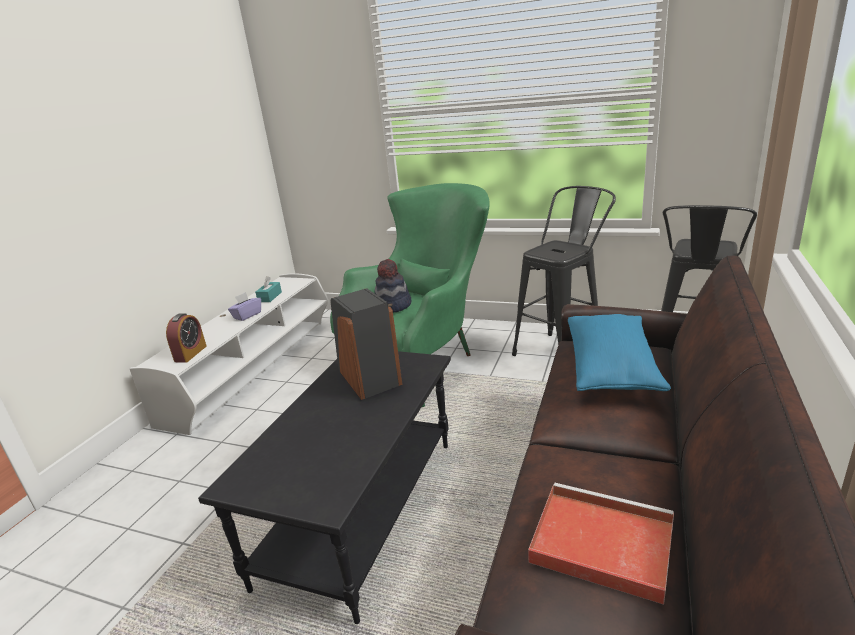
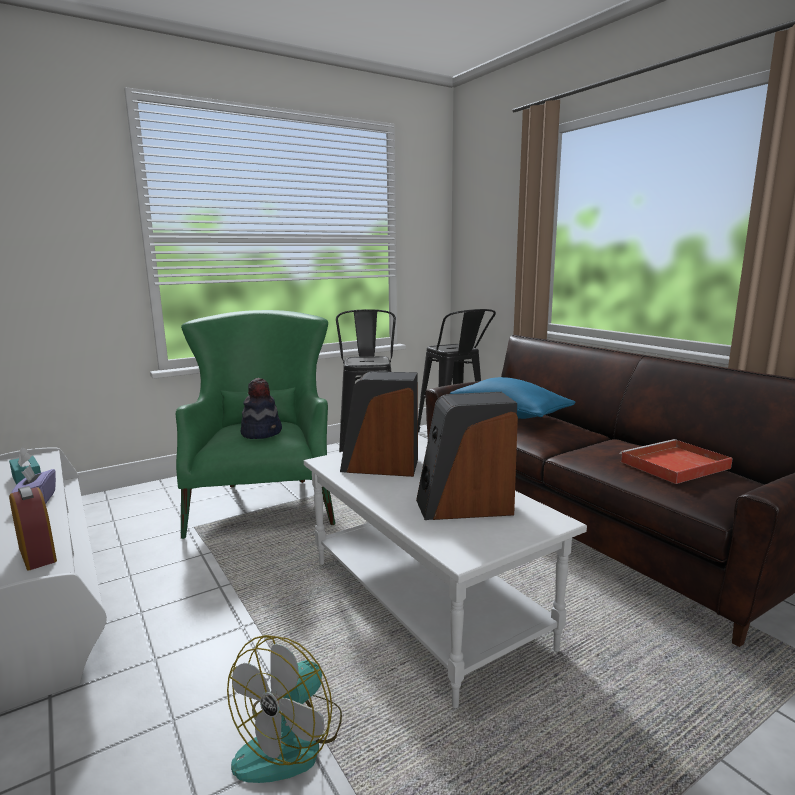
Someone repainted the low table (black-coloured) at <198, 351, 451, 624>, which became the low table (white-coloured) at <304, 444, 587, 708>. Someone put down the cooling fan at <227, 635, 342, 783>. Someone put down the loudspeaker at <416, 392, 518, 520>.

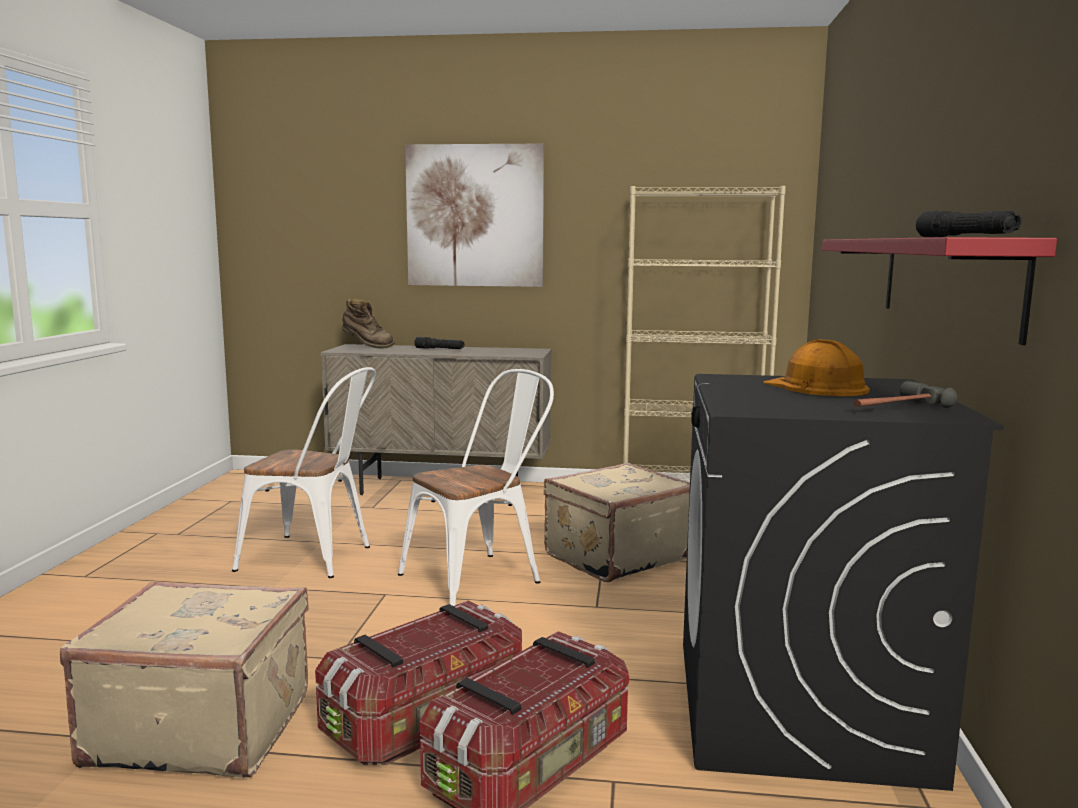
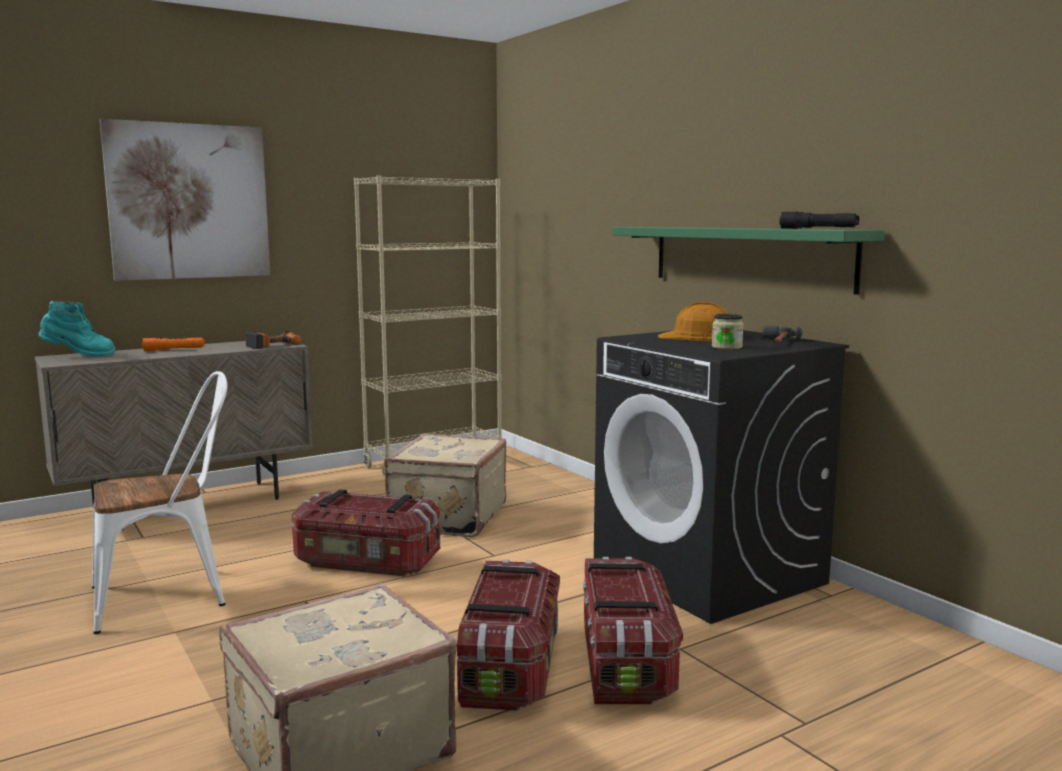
Someone repainted the high-top boot (brown) at <342, 299, 395, 349>, which became the high-top boot (blue-green) at <38, 301, 115, 356>. Someone swapped the upright chair (white-coloured) at <398, 369, 554, 606> for the storage container at <292, 489, 440, 576>. Someone repainted the hand torch (black-coloured) at <414, 337, 464, 349>, which became the hand torch (orange) at <142, 338, 205, 351>. Someone repainted the bracket shelf (red-coloured) at <822, 237, 1057, 345>, which became the bracket shelf (greenish) at <612, 227, 885, 295>. Someone put down the power drill at <246, 331, 302, 349>. Someone put down the storage jar at <712, 314, 744, 349>.

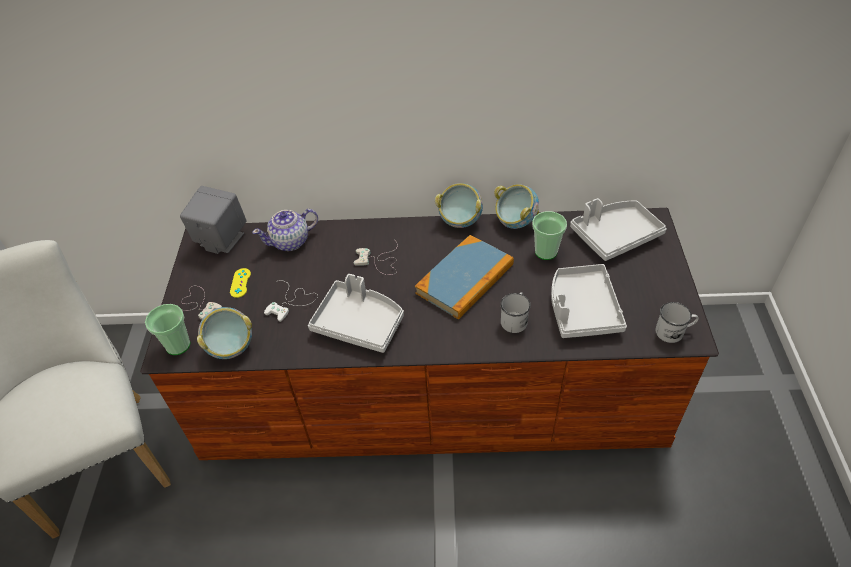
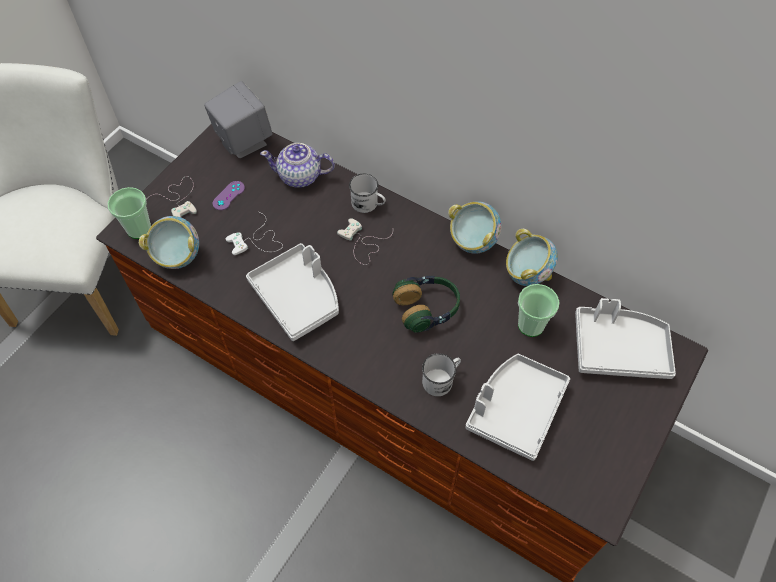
Someone repainted the gamepad (yellow-coloured) at <230, 268, 251, 298>, which became the gamepad (purplish) at <212, 181, 245, 210>. Someone swapped the book at <415, 235, 514, 320> for the headphones at <392, 276, 460, 333>. Someone carried the tea mug (white-coloured) from <655, 302, 699, 343> to <349, 174, 386, 213>.

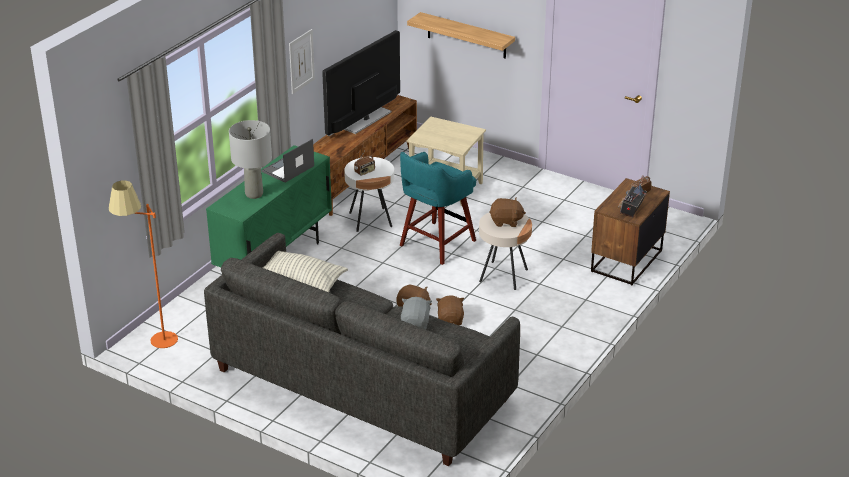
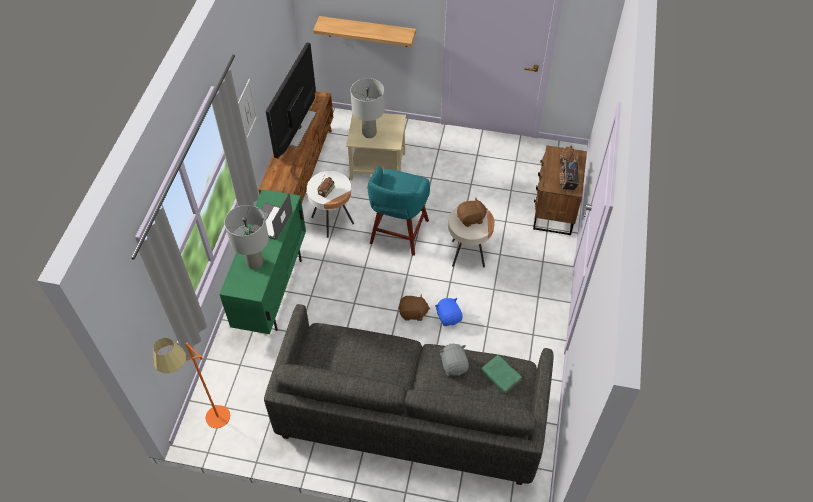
Someone took away the throw pillow at <262, 251, 348, 292>. Someone repainted the cuddly toy (brown) at <436, 295, 464, 325>, which became the cuddly toy (blue) at <435, 298, 463, 326>. Someone put down the lamp for a table (grey) at <350, 78, 385, 138>. Someone put down the book (greenish) at <481, 355, 522, 394>.

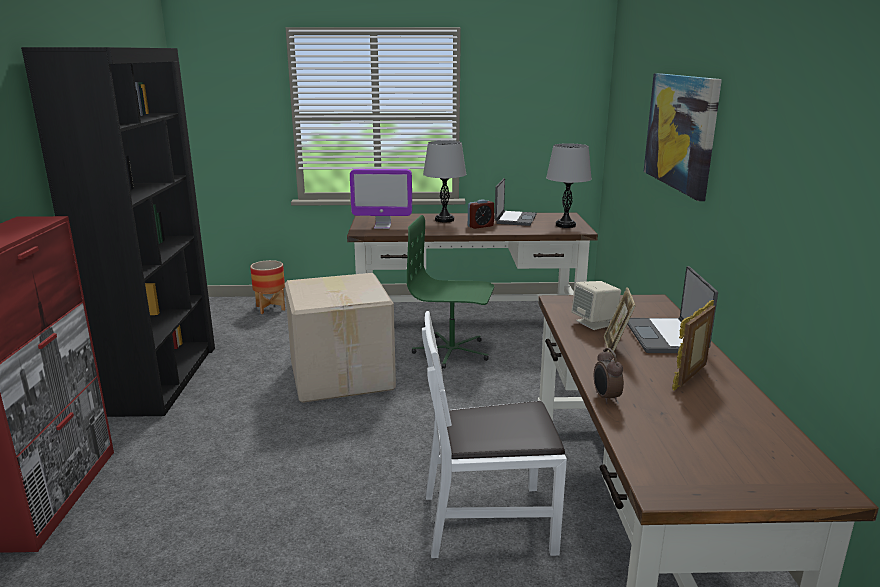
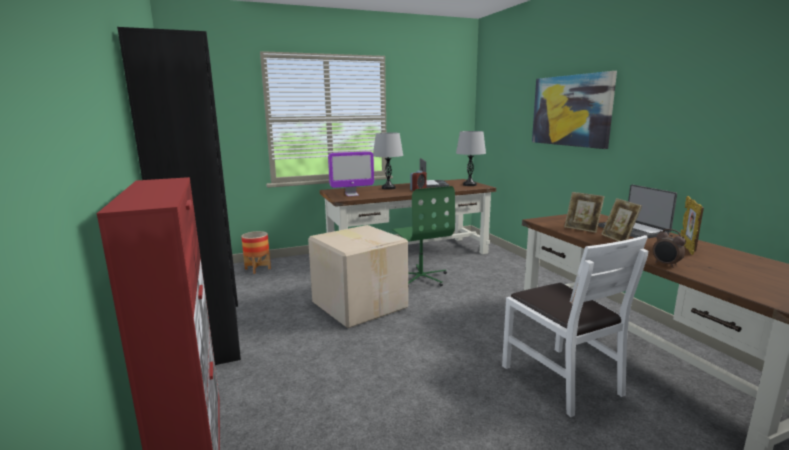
Someone rotated the desk chair (greenish) at <407, 215, 494, 369> by 105 degrees counterclockwise. Someone rotated the upright chair (white-coloured) at <422, 311, 567, 558> by 90 degrees counterclockwise. Someone swapped the loudspeaker (beige-coloured) at <572, 281, 621, 330> for the standing frame at <564, 192, 605, 233>.

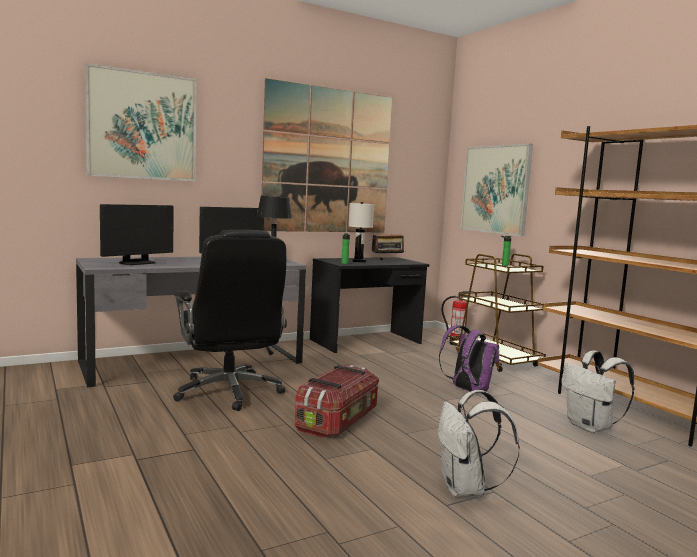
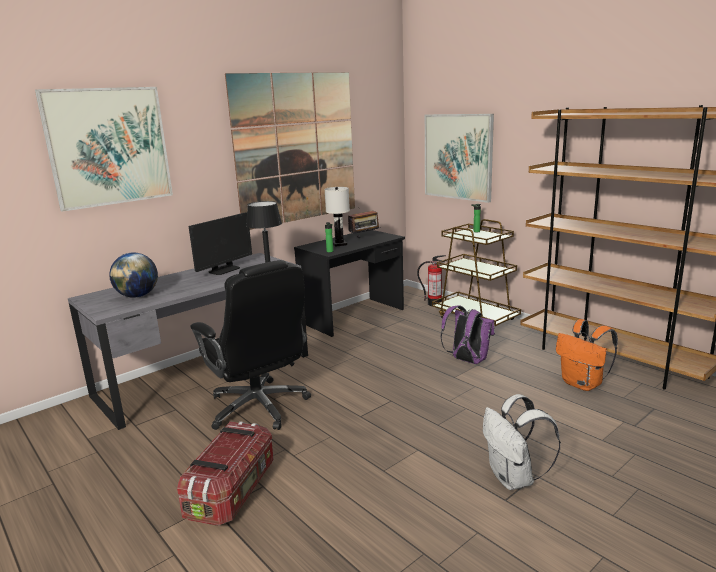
Someone swapped the monitor at <100, 204, 174, 265> for the globe at <109, 252, 158, 298>. Someone carried the storage container from <295, 364, 379, 438> to <177, 422, 274, 526>. Someone repainted the rucksack (white-coloured) at <561, 350, 634, 433>, which became the rucksack (orange) at <556, 319, 618, 391>.

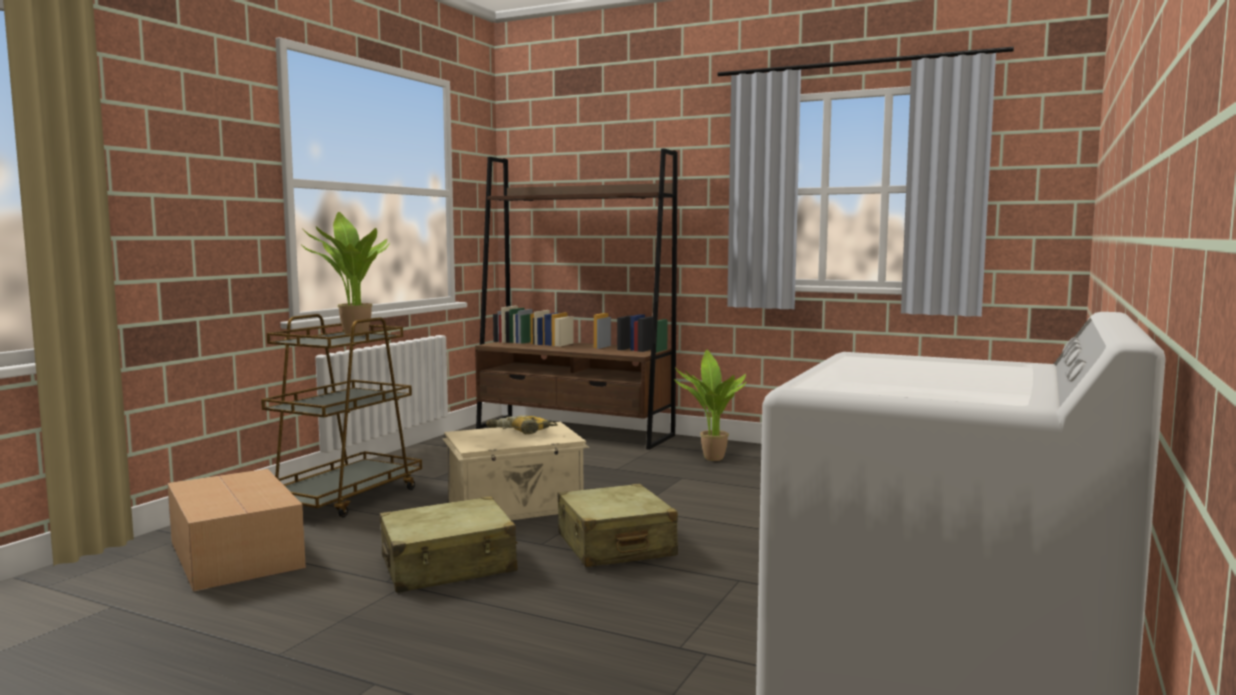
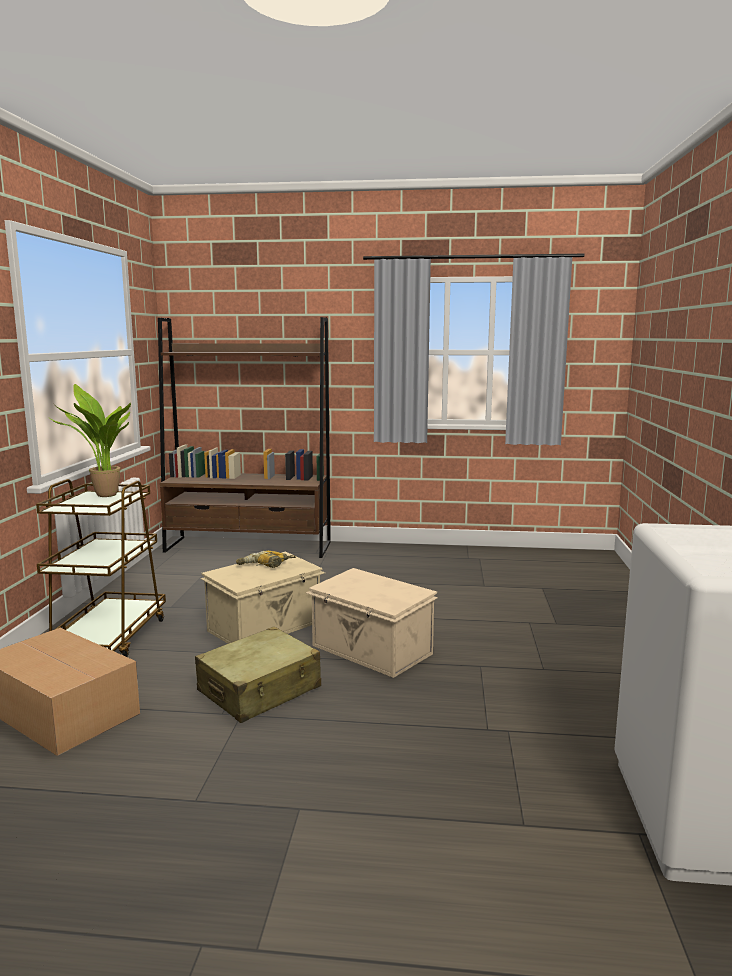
Someone swapped the suitcase (beige-coloured) at <558, 484, 678, 567> for the storage container (beige-coloured) at <306, 568, 438, 678>. Someone took away the houseplant at <674, 350, 747, 461>.

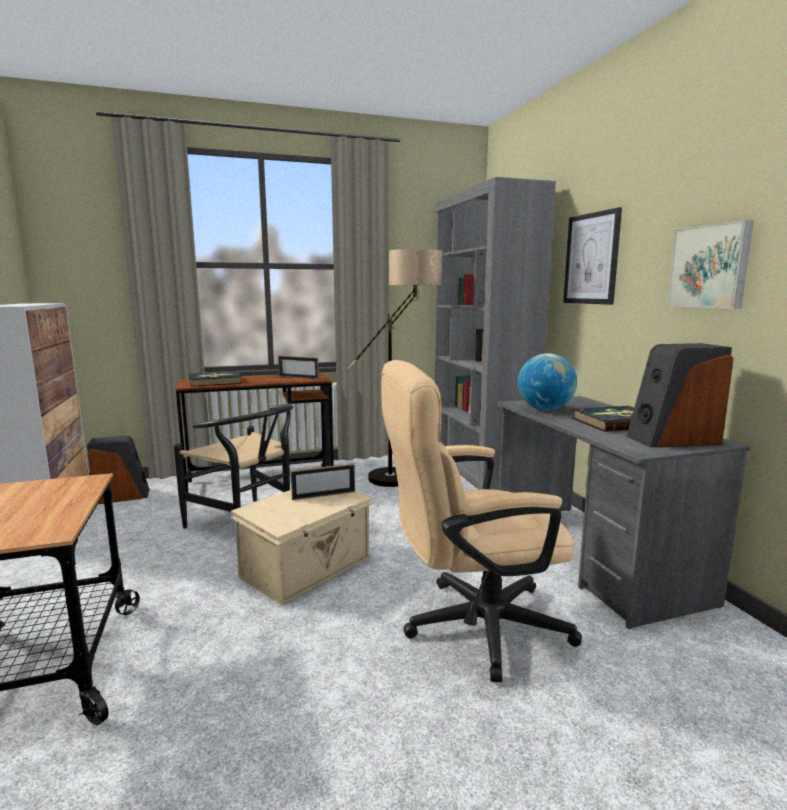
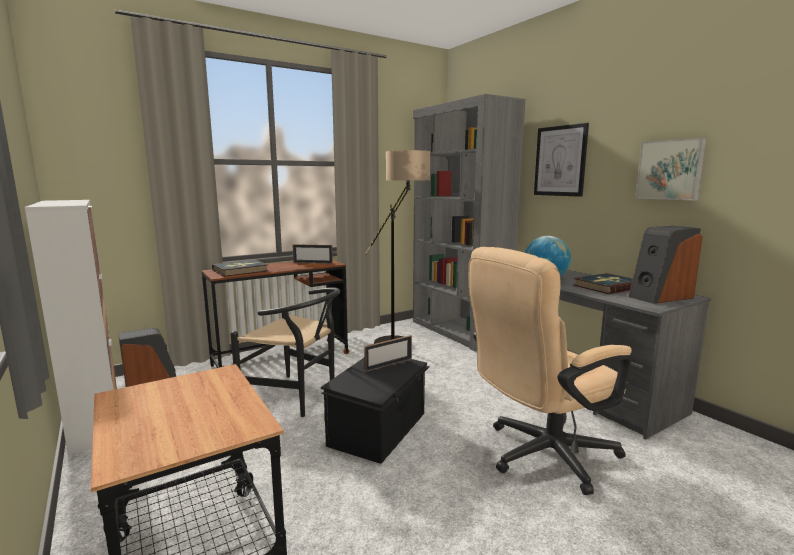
Someone repainted the storage container (beige-coloured) at <230, 490, 374, 605>, which became the storage container (black-coloured) at <321, 358, 430, 464>.

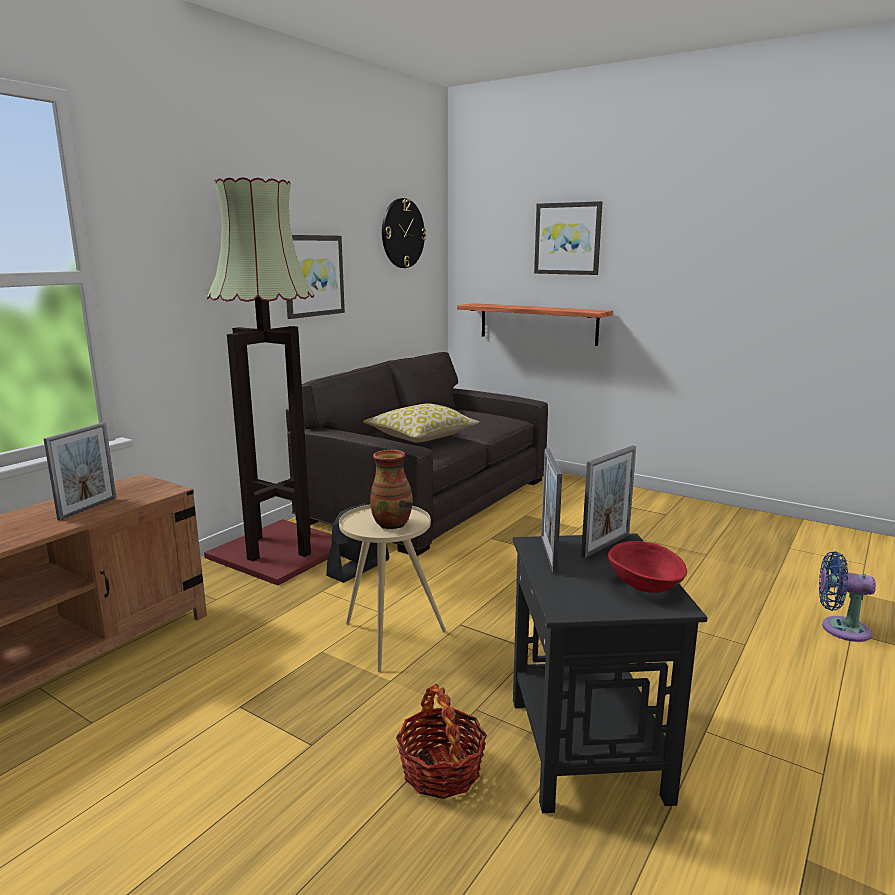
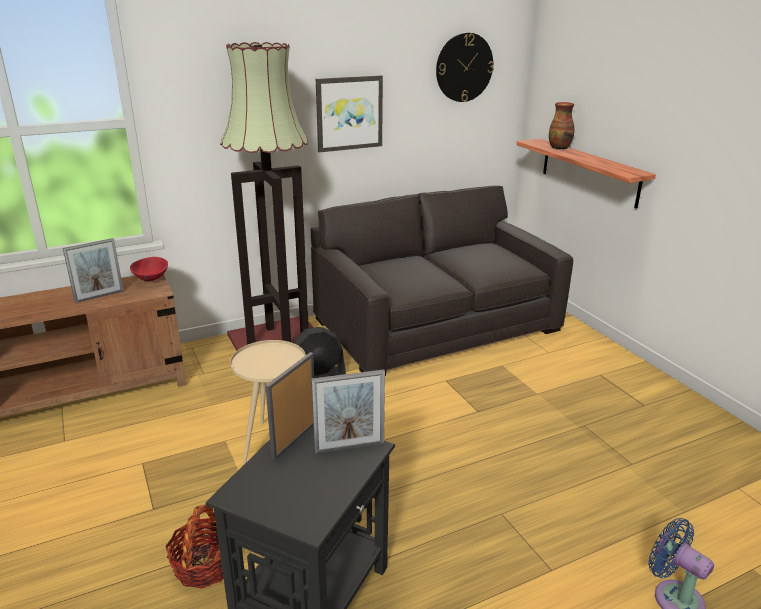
Someone took away the throw pillow at <363, 403, 479, 443>. Someone carried the vase from <370, 450, 413, 529> to <549, 102, 574, 149>. Someone took away the wall art at <534, 201, 603, 275>. Someone carried the serving bowl (red-coloured) from <608, 541, 687, 593> to <130, 257, 168, 281>.

